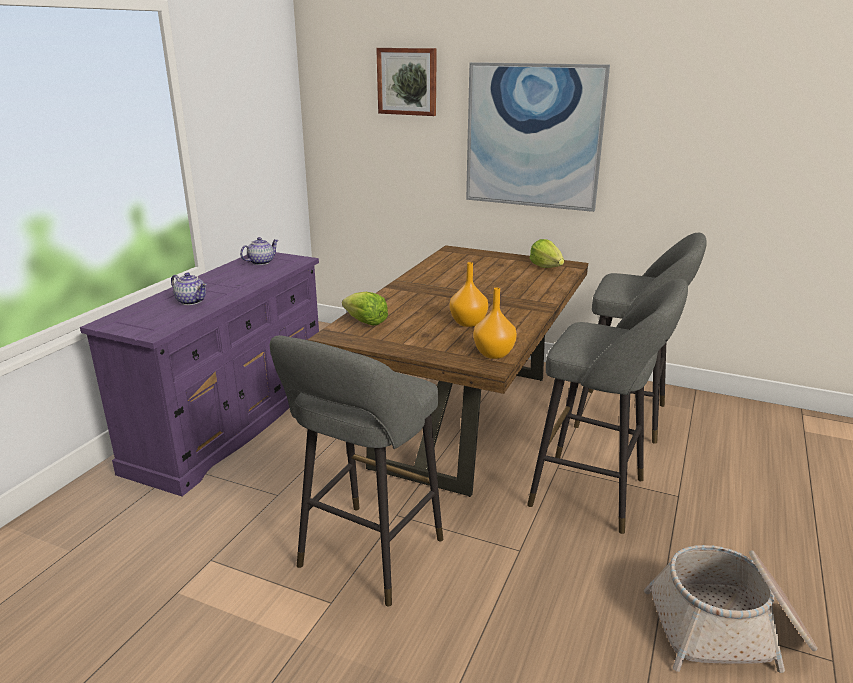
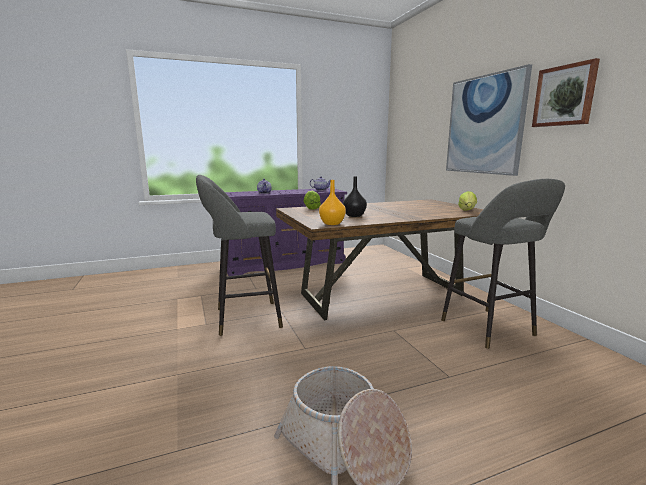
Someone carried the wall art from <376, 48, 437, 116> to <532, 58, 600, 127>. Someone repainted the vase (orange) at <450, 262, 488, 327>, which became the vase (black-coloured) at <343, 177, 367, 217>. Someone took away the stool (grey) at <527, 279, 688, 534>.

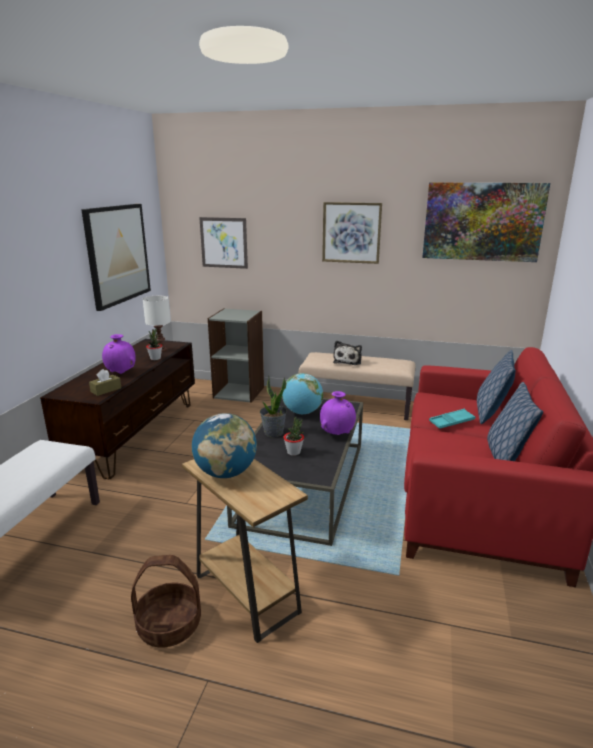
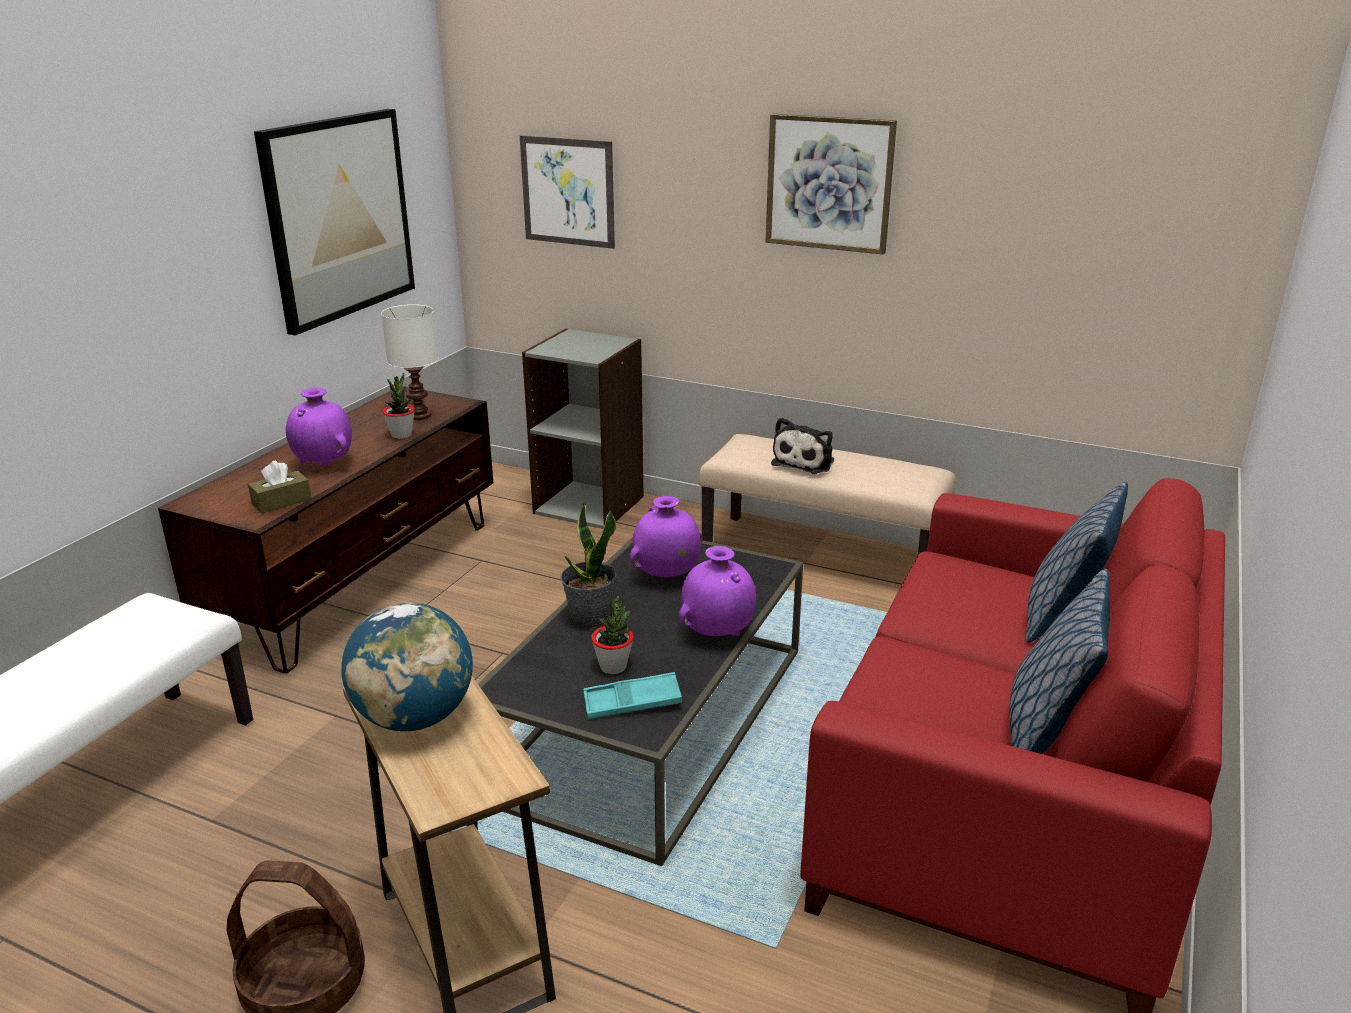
Someone swapped the globe at <282, 373, 323, 414> for the vase (purplish) at <630, 496, 703, 577>. Someone took away the wall art at <422, 182, 550, 262>. Someone carried the serving tray (blue-green) from <429, 409, 475, 429> to <583, 672, 682, 719>.

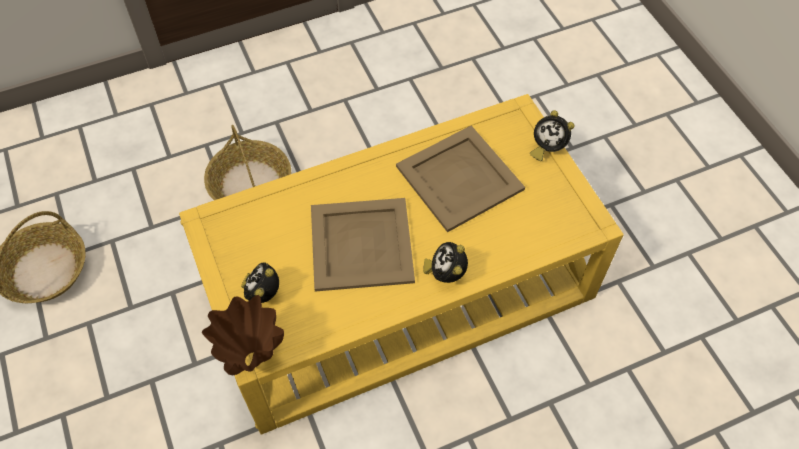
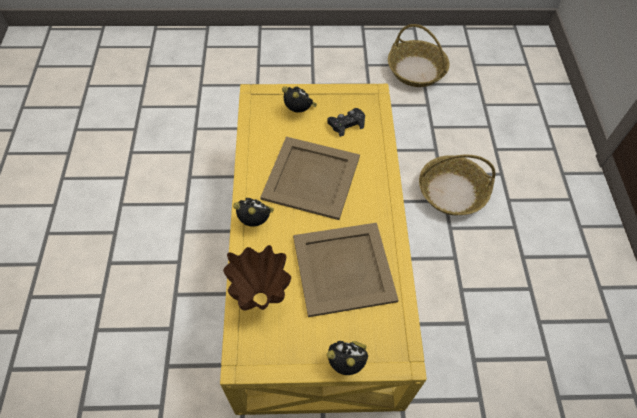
Someone carried the vase (brown) from <202, 295, 284, 375> to <223, 245, 291, 310>. Someone rotated the table clock at <530, 110, 575, 161> by 60 degrees clockwise. Someone put down the gamepad (black-coloured) at <327, 108, 365, 137>.

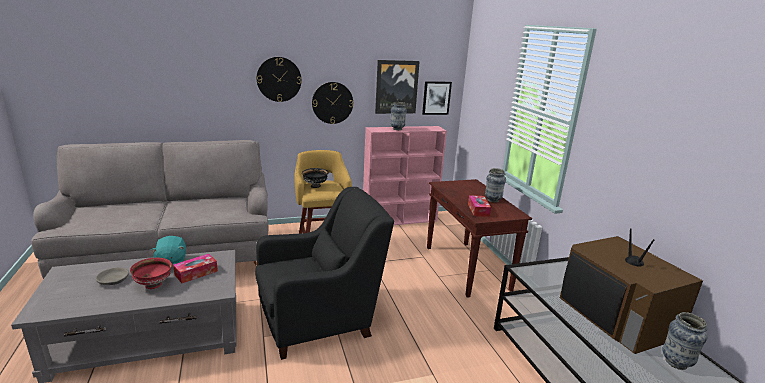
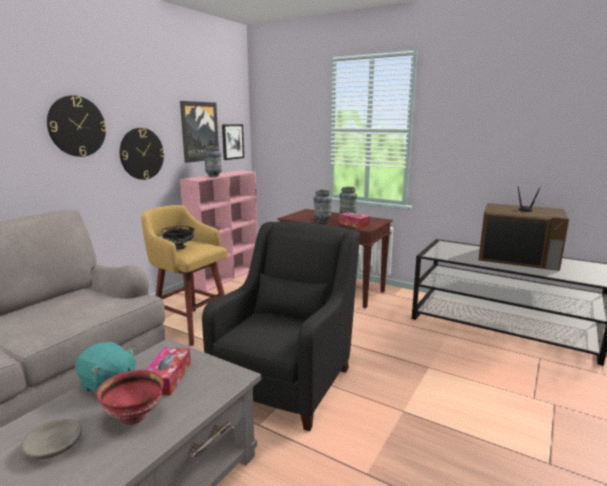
Someone carried the vase from <662, 312, 708, 370> to <313, 190, 332, 223>.

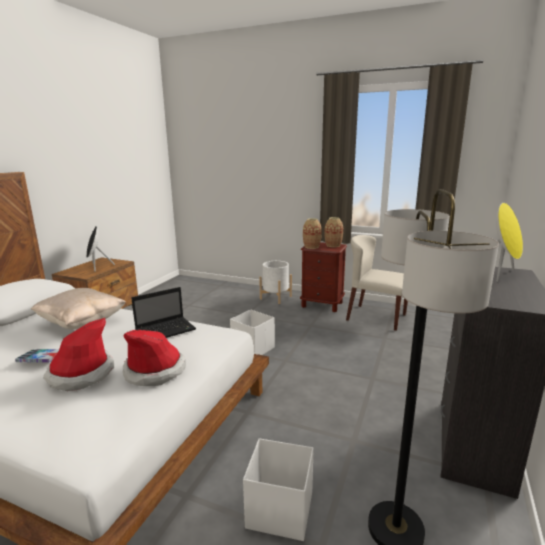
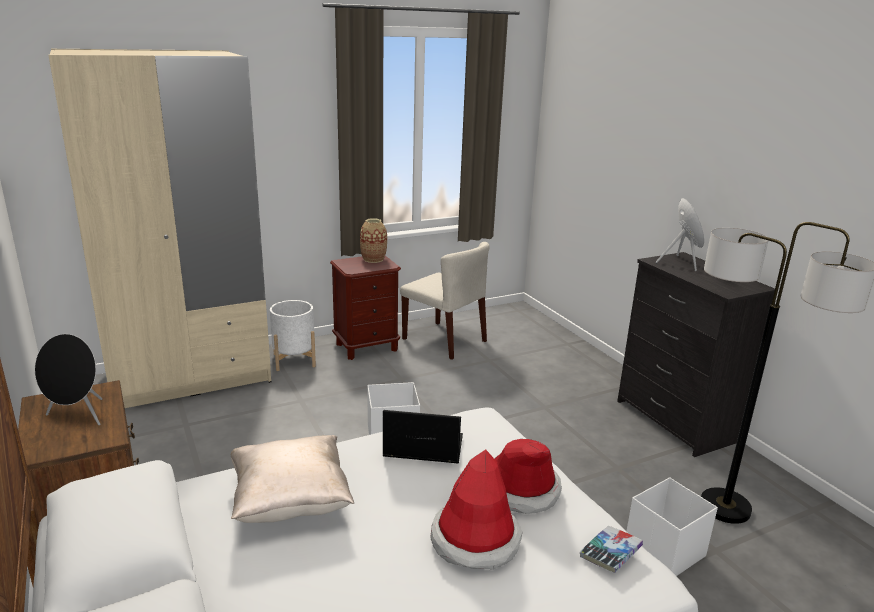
Someone carried the book from <15, 349, 59, 363> to <580, 526, 643, 573>. Someone rotated the notebook computer at <131, 287, 196, 338> by 90 degrees counterclockwise. Someone took away the vase at <303, 218, 322, 249>. Someone rotated the upright chair (beige-coloured) at <346, 235, 408, 331> by 120 degrees counterclockwise. Someone put down the clothes cupboard (beige-coloured) at <48, 49, 272, 408>.

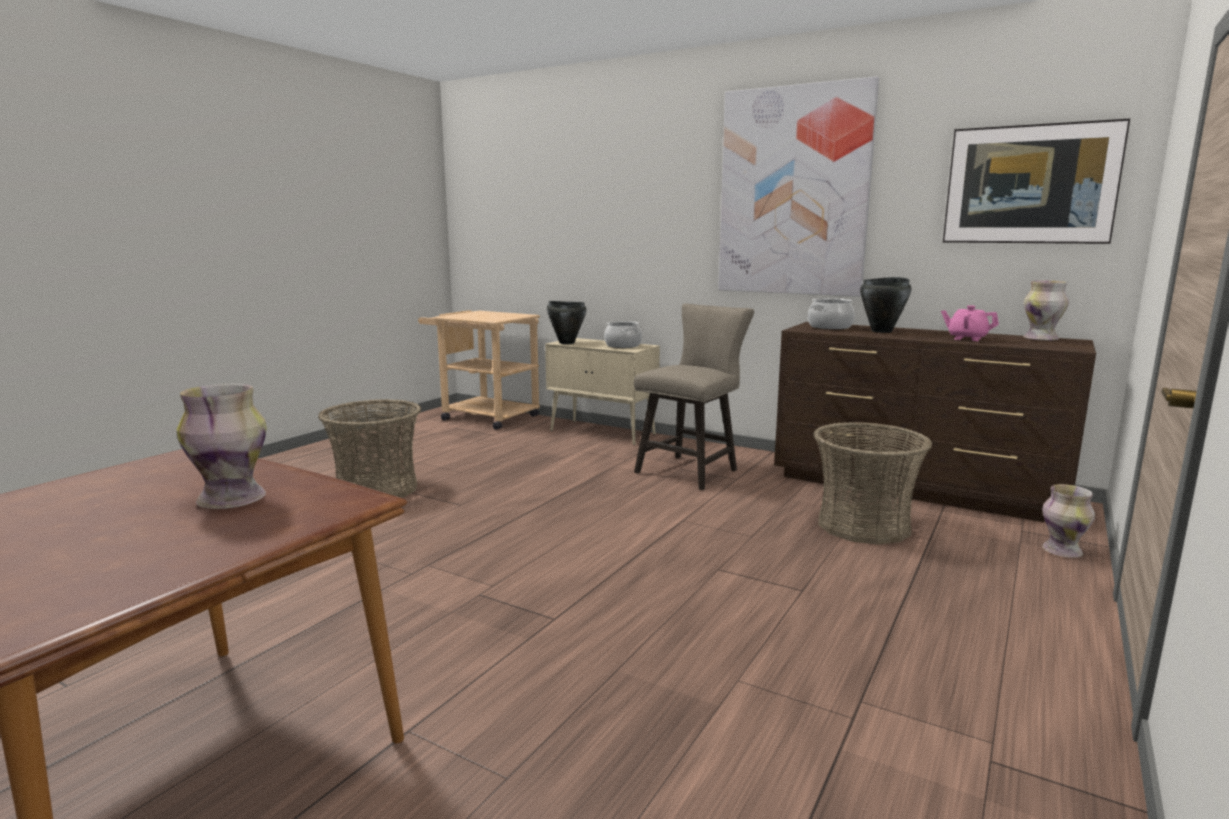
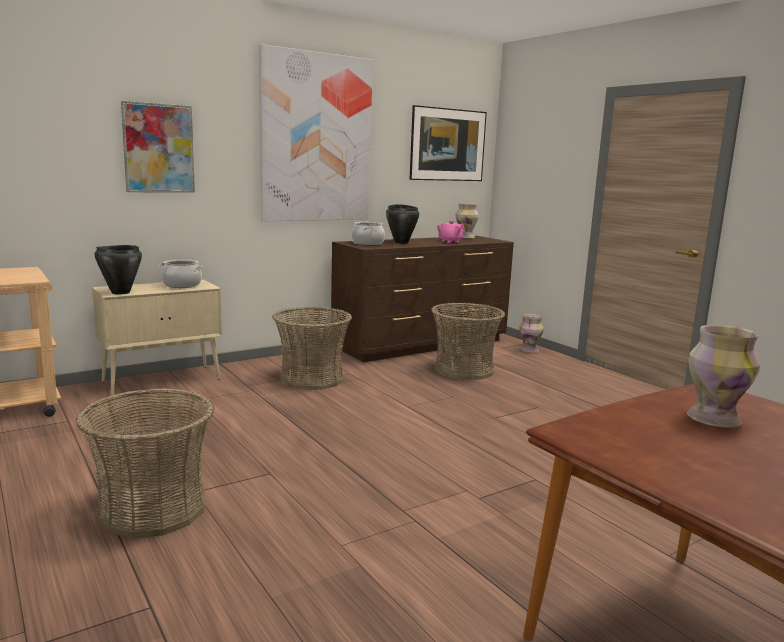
Someone swapped the stool (beige-coloured) at <634, 303, 754, 490> for the basket at <272, 306, 352, 390>. Someone put up the wall art at <121, 101, 195, 193>.

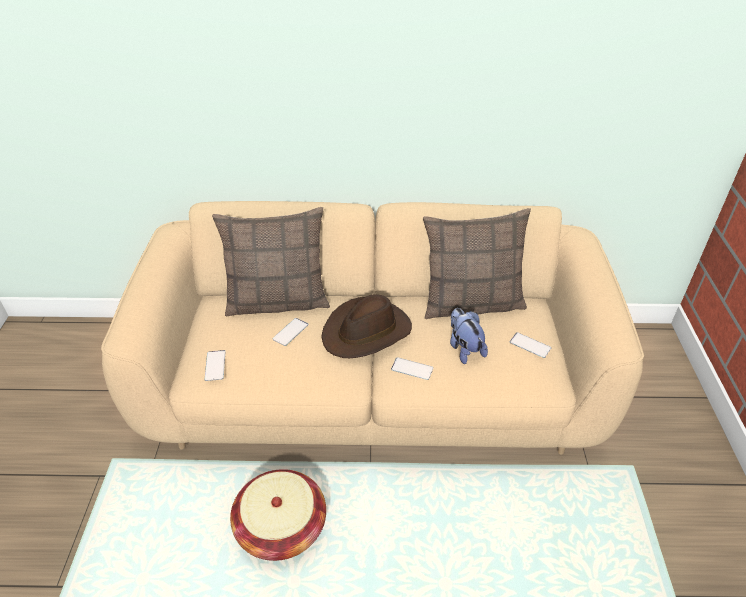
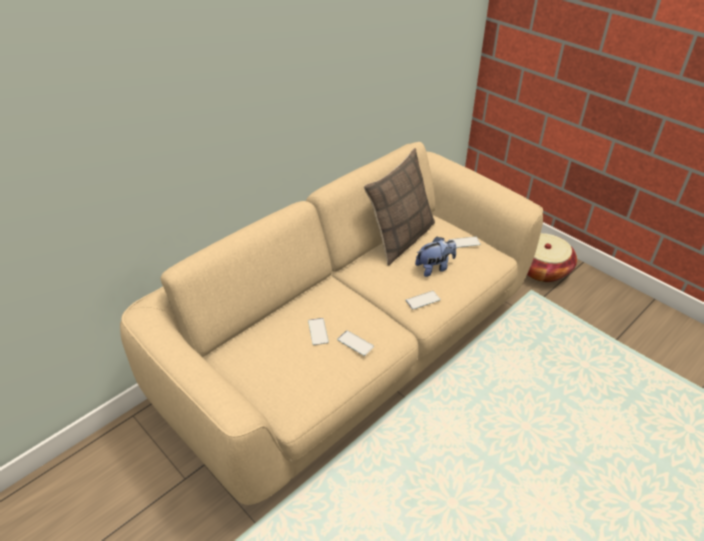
Someone carried the telephone from <205, 350, 226, 381> to <337, 330, 374, 356>. Someone took away the throw pillow at <212, 207, 330, 316>. Someone carried the basket from <230, 469, 326, 561> to <527, 233, 577, 282>. Someone took away the wearable hat (brown) at <321, 294, 412, 358>. Someone rotated the cuddly toy at <450, 308, 488, 364> by 135 degrees clockwise.

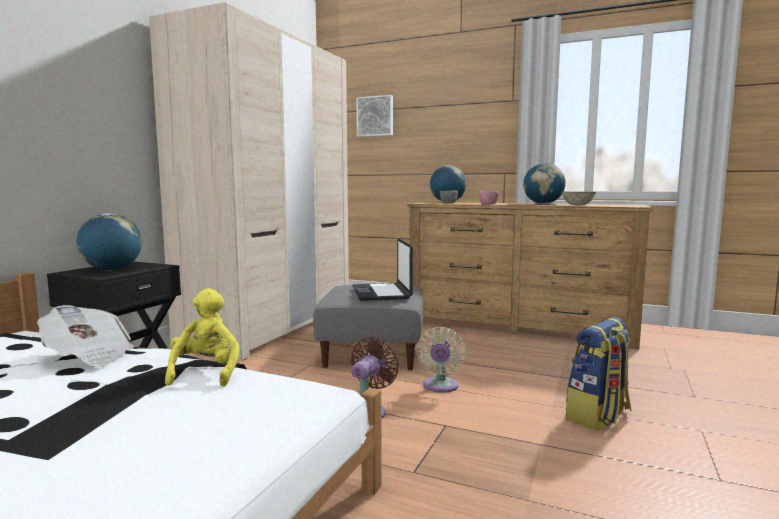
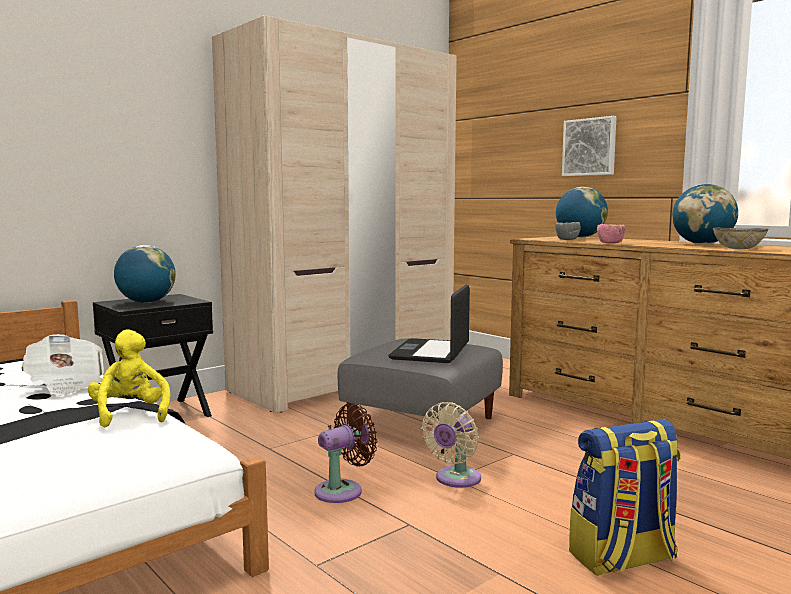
Someone rotated the cuddly toy (yellow-coloured) at <165, 288, 240, 386> by 45 degrees counterclockwise. Someone carried the wall art from <356, 95, 393, 137> to <562, 116, 617, 176>.

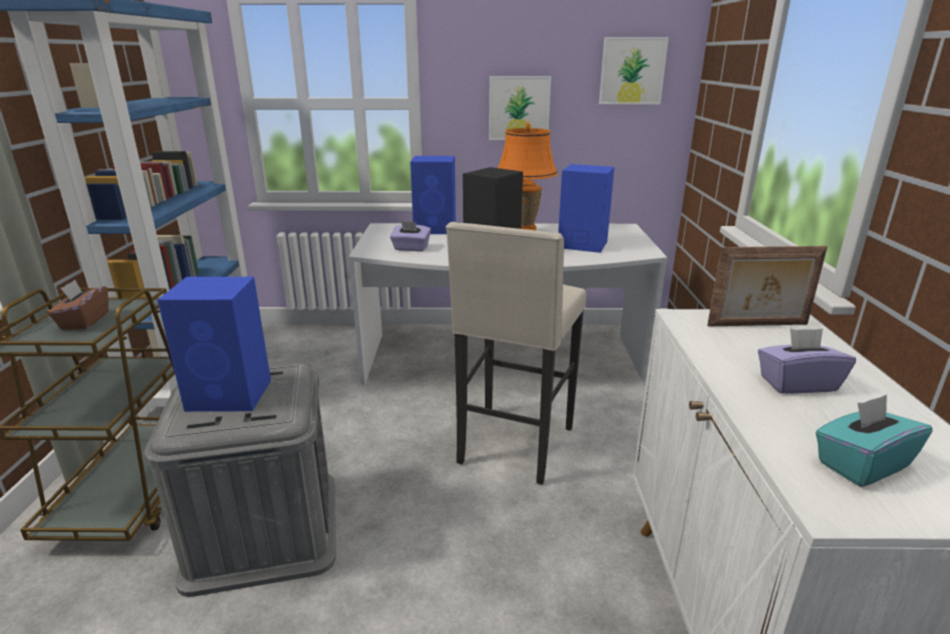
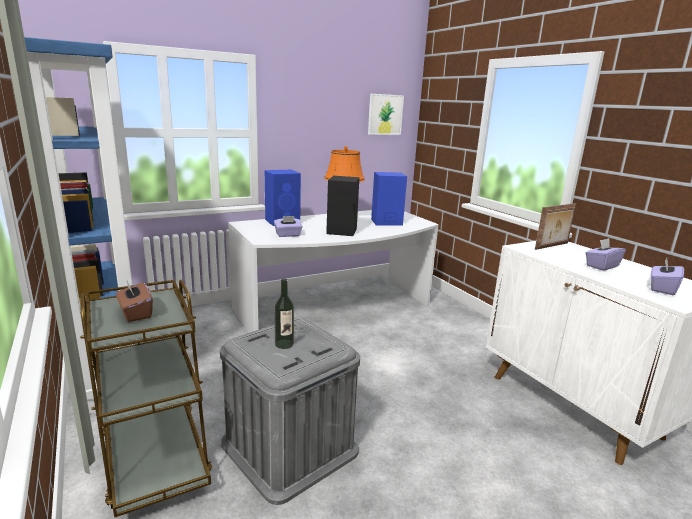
Someone swapped the loudspeaker (blue) at <157, 277, 271, 412> for the drink bottle at <274, 279, 294, 349>. Someone took away the stool (beige-coloured) at <446, 222, 586, 485>. Someone took away the wall art at <489, 76, 551, 140>. Someone repainted the tissue box (blue-green) at <815, 395, 932, 487>, which became the tissue box (purplish) at <651, 258, 684, 295>.

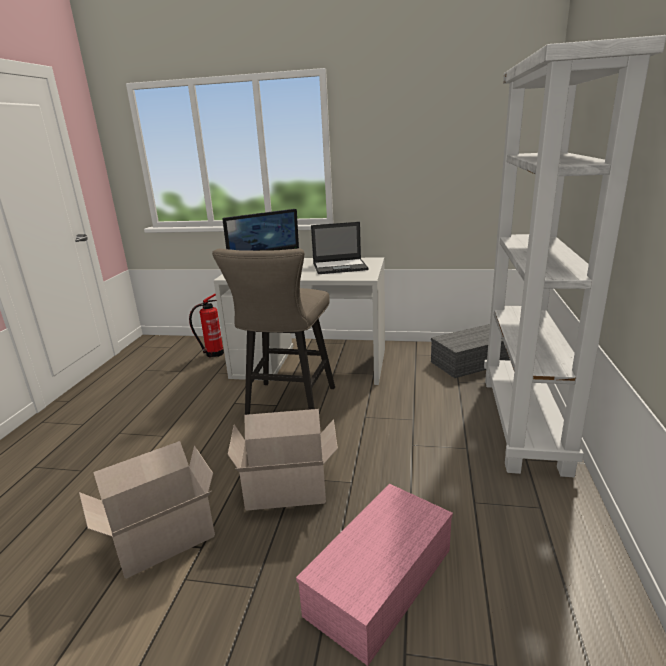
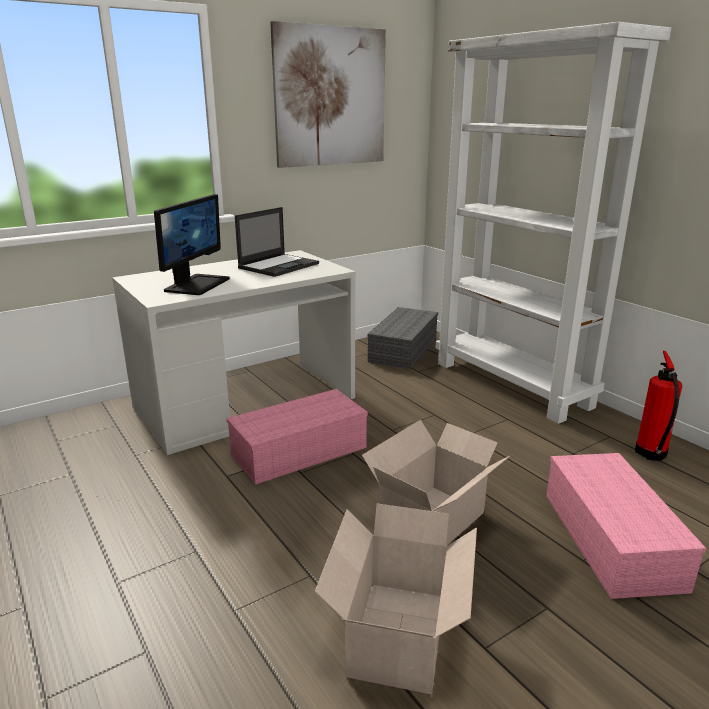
Someone carried the fire extinguisher from <189, 293, 224, 357> to <635, 351, 682, 461>. Someone swapped the stool (beige-coloured) at <212, 248, 335, 415> for the storage container (pinkish) at <227, 389, 368, 485>. Someone put up the wall art at <270, 21, 386, 168>.

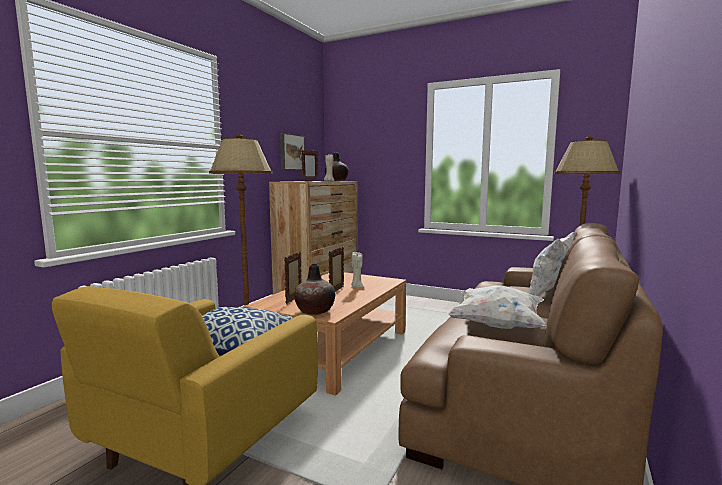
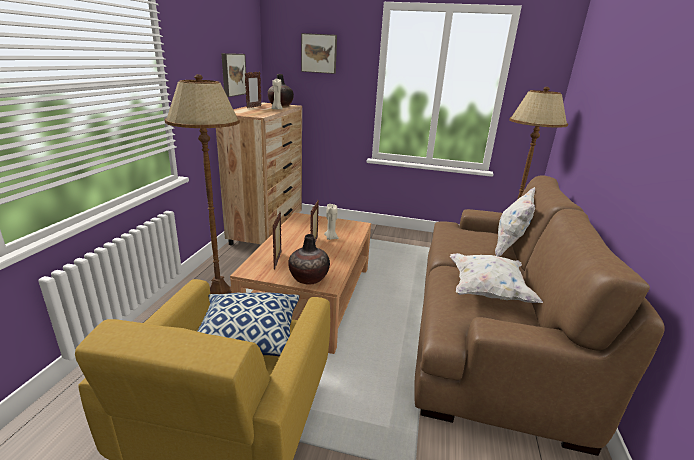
Someone put up the wall art at <301, 33, 337, 74>.

